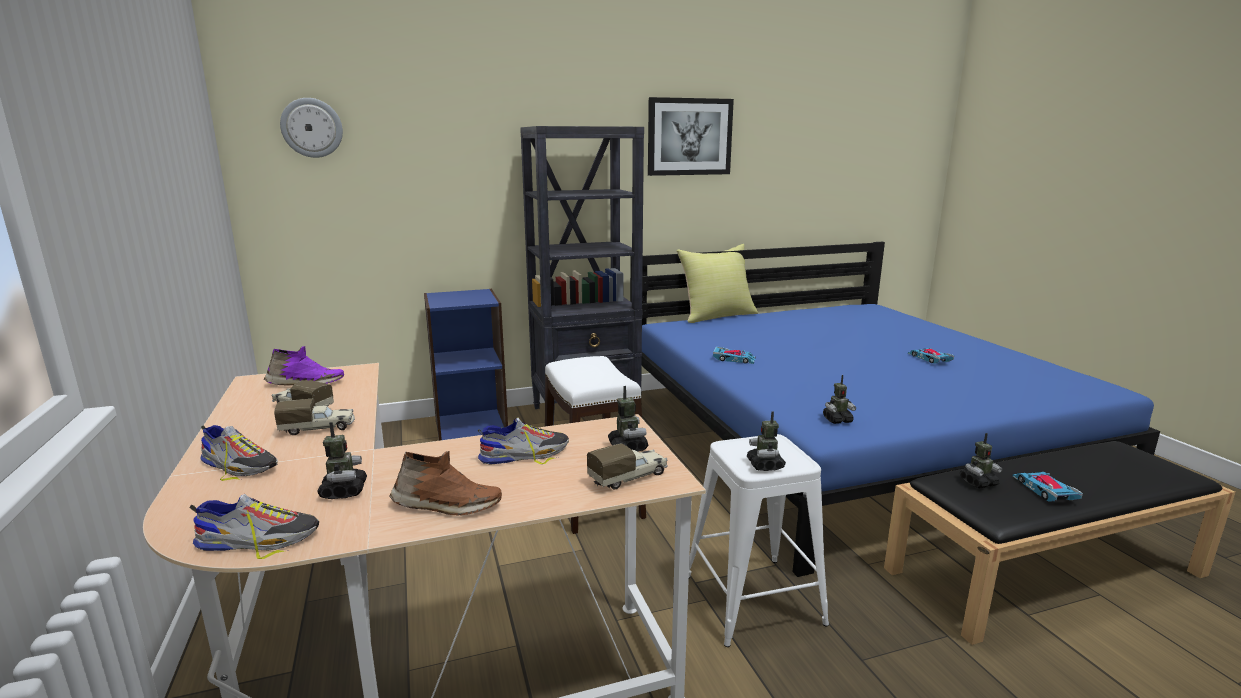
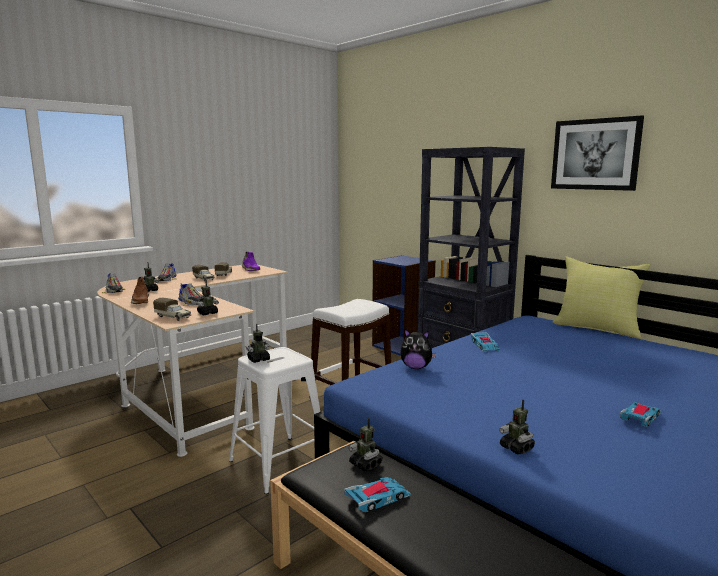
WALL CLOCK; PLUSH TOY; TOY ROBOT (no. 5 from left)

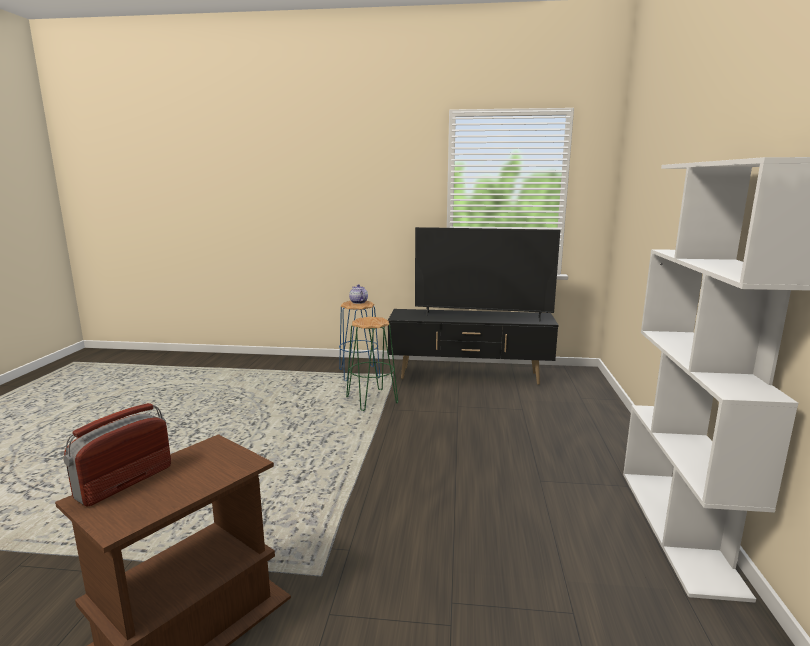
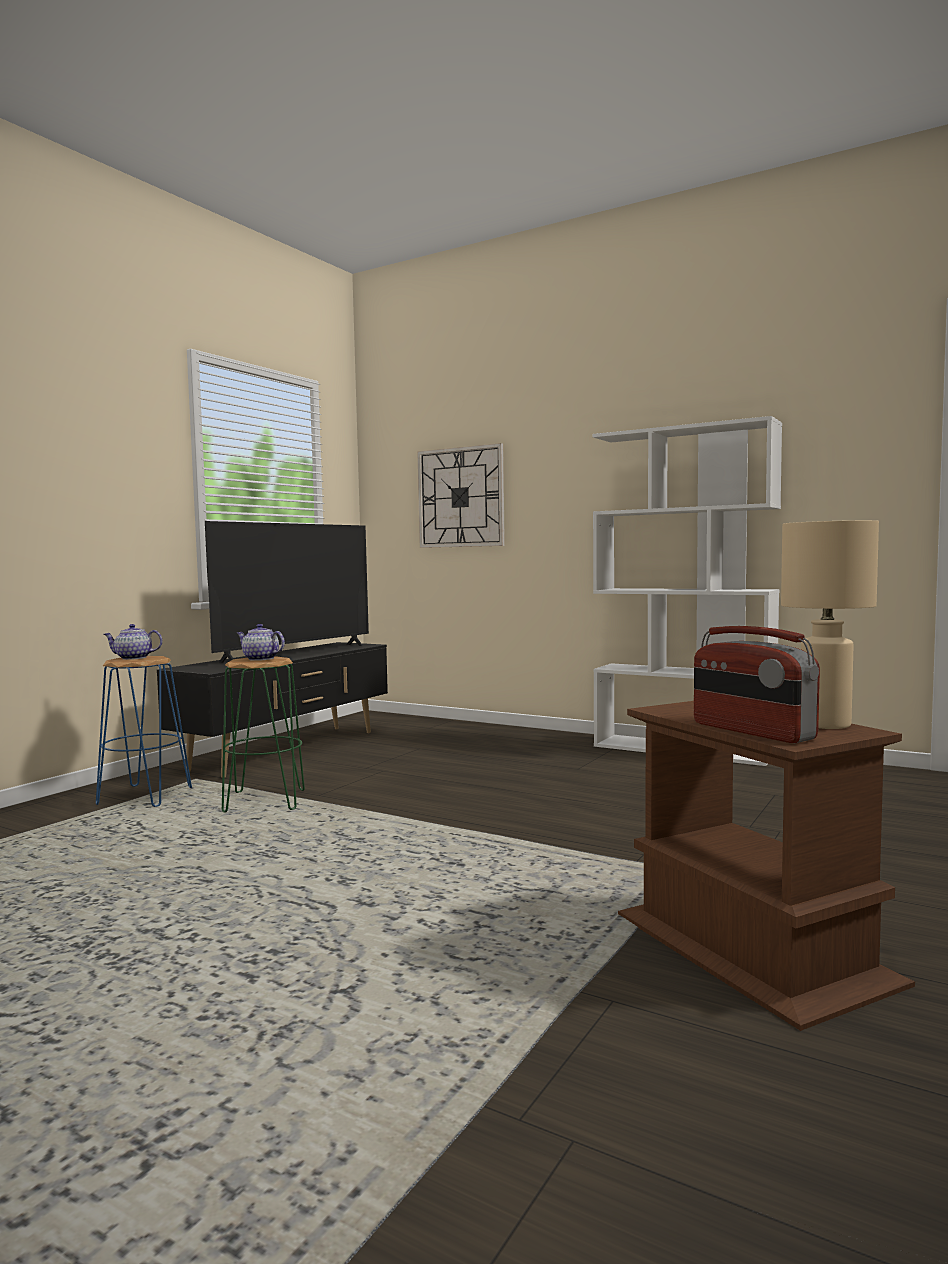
POT FOR TEA (no. 2 from left); WALL CLOCK; BEIGE-COLOURED TABLETOP LAMP

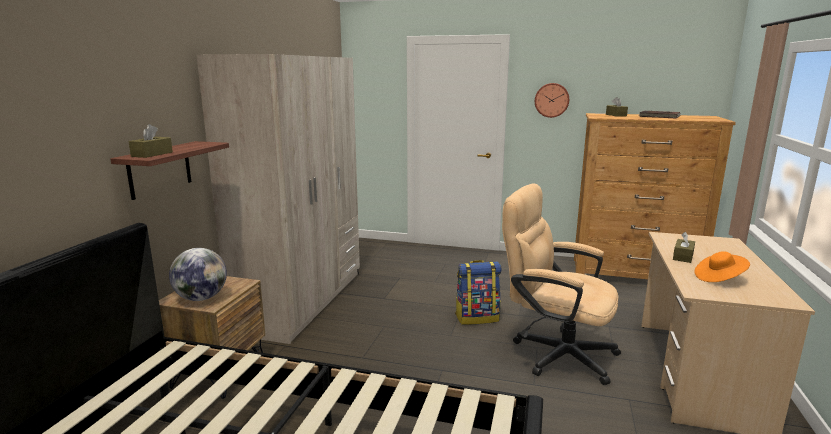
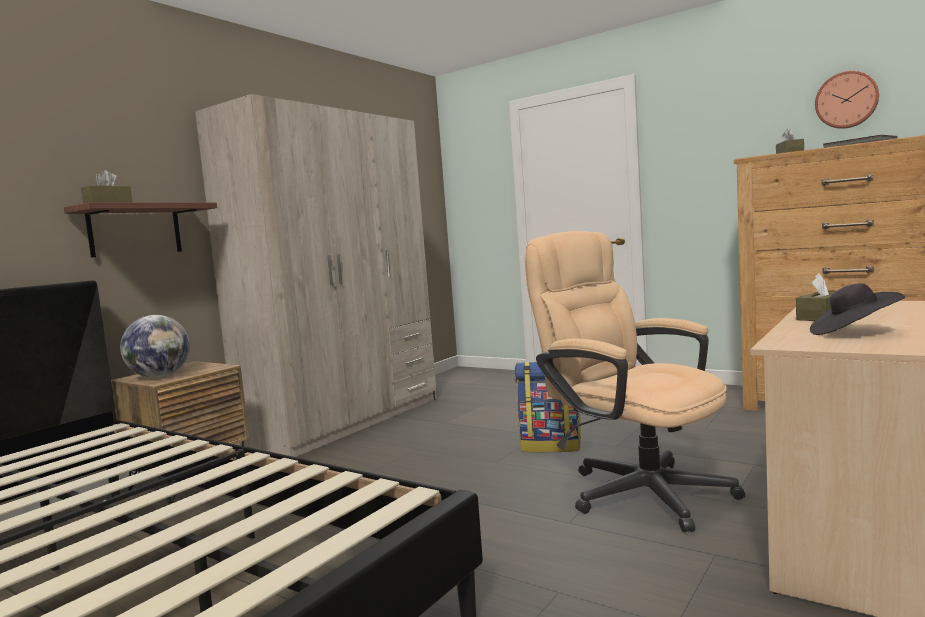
WALL CLOCK; BLACK-COLOURED HAT

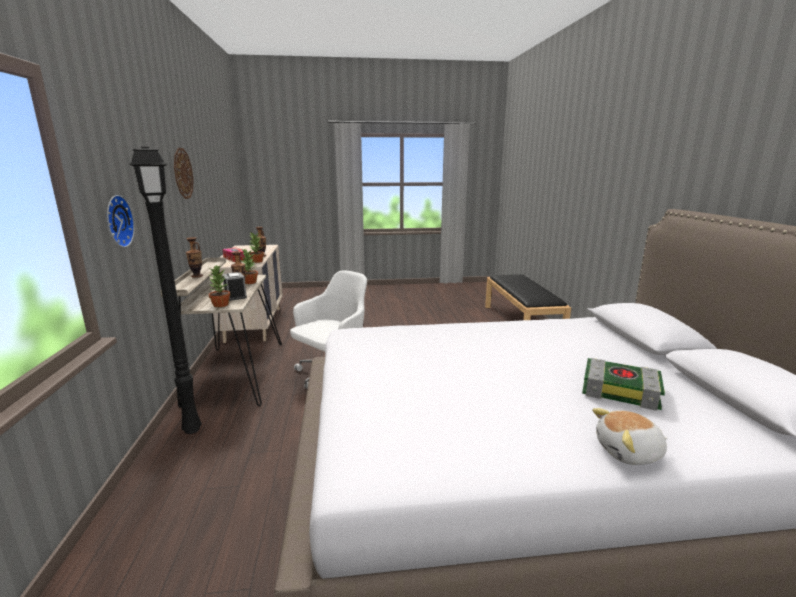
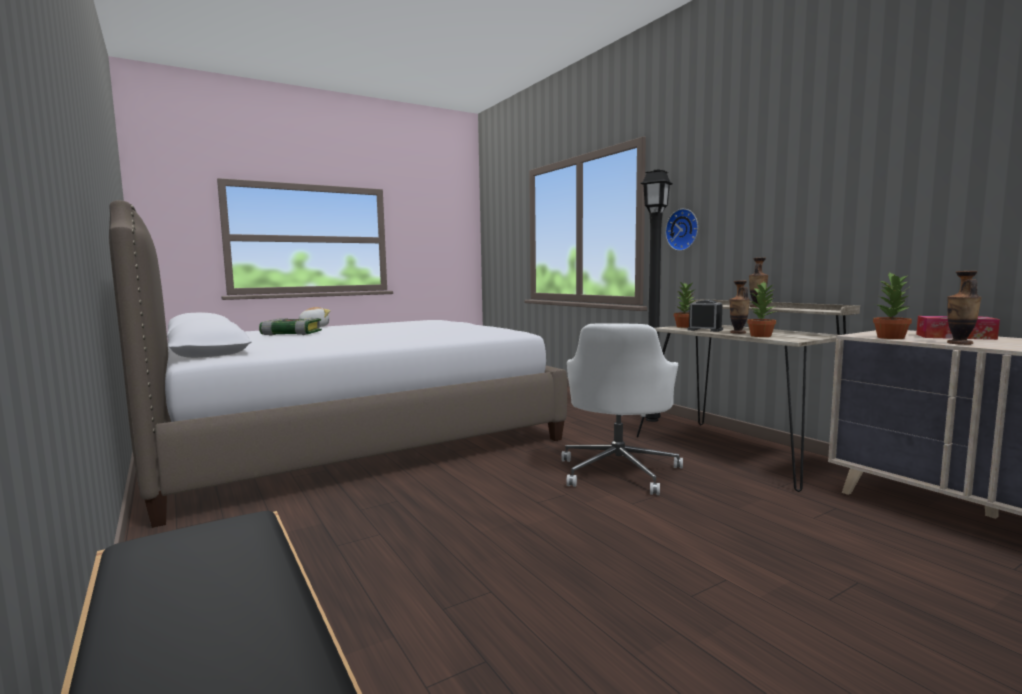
WALL CLOCK (no. 2 from left in the first image)

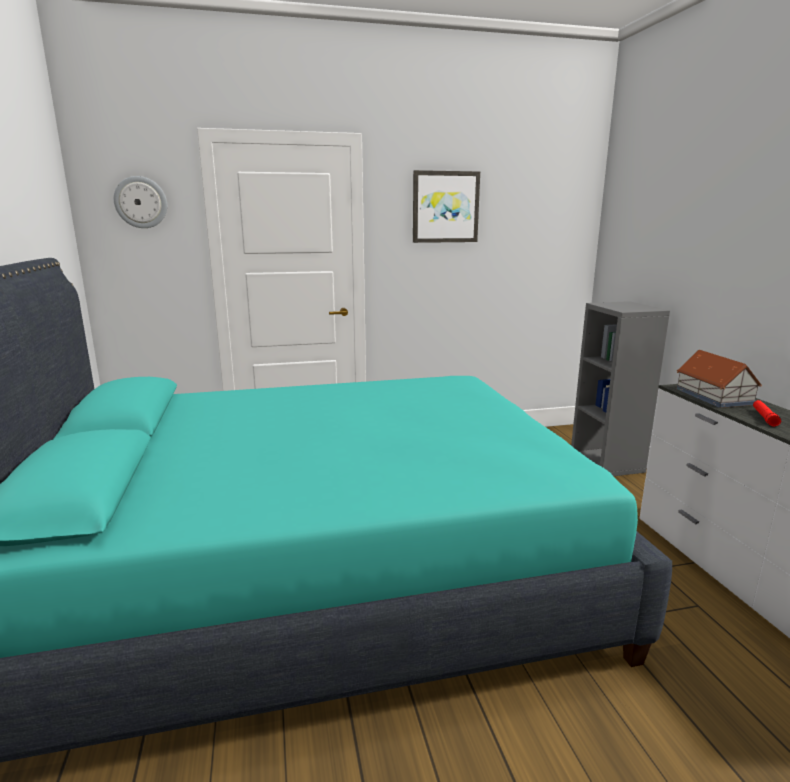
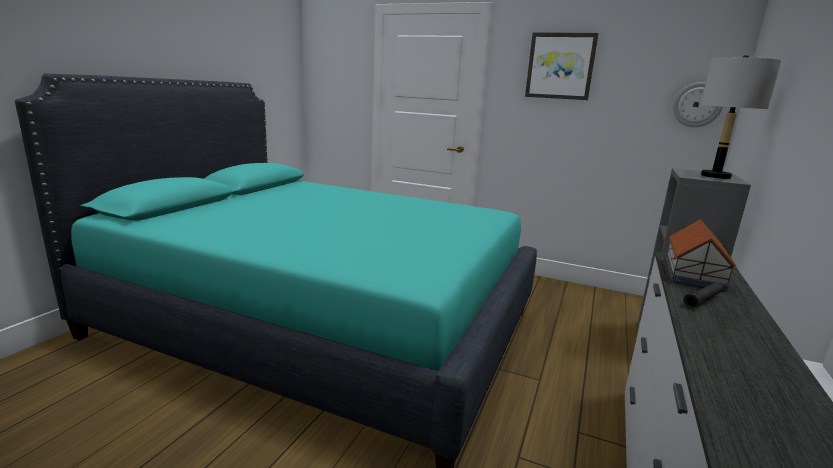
GREYISH TABLETOP LAMP; WALL CLOCK; BLACK-COLOURED FLASHLIGHT

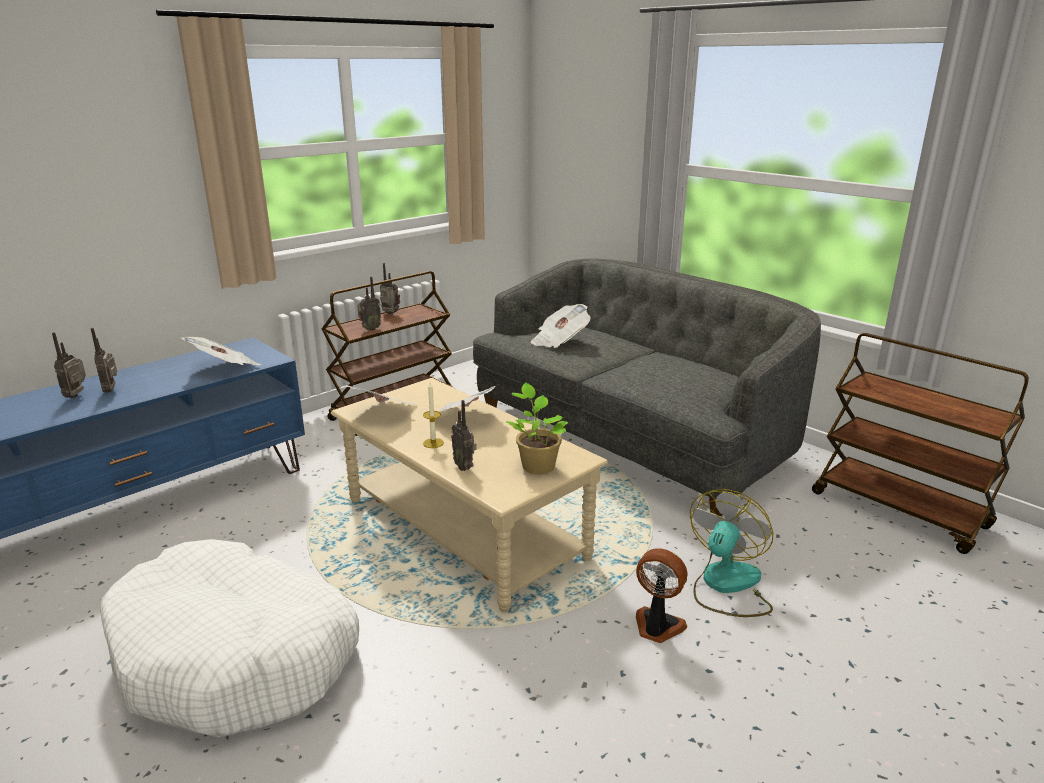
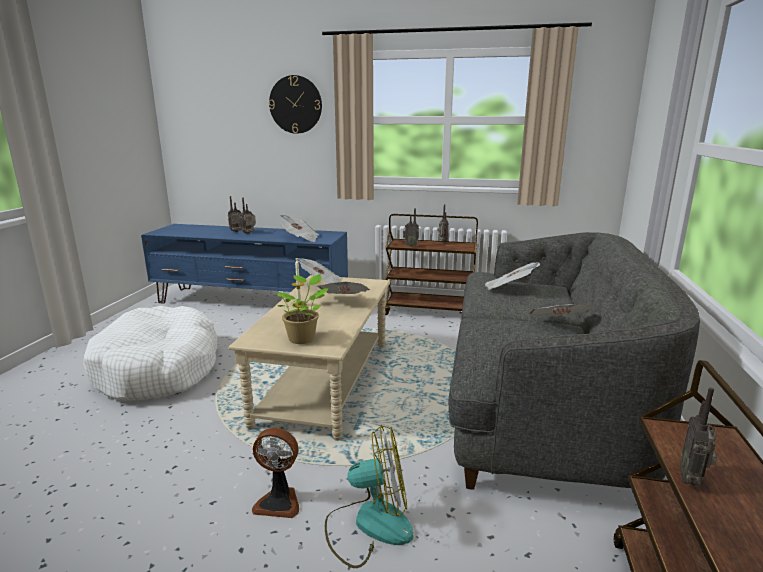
WALL CLOCK; NEWSPAPER (no. 5 from left); RADIO SET (no. 5 from left); ELECTRIC FAN (no. 1 from left)

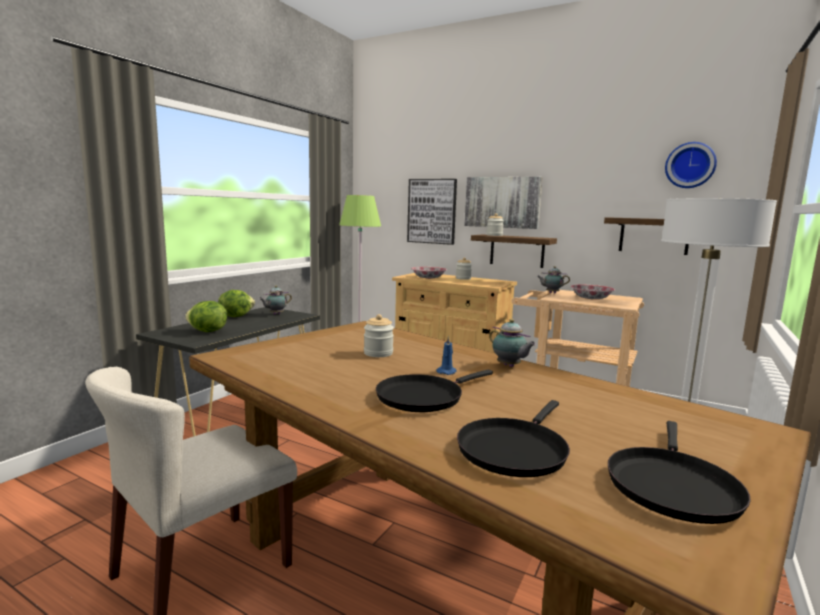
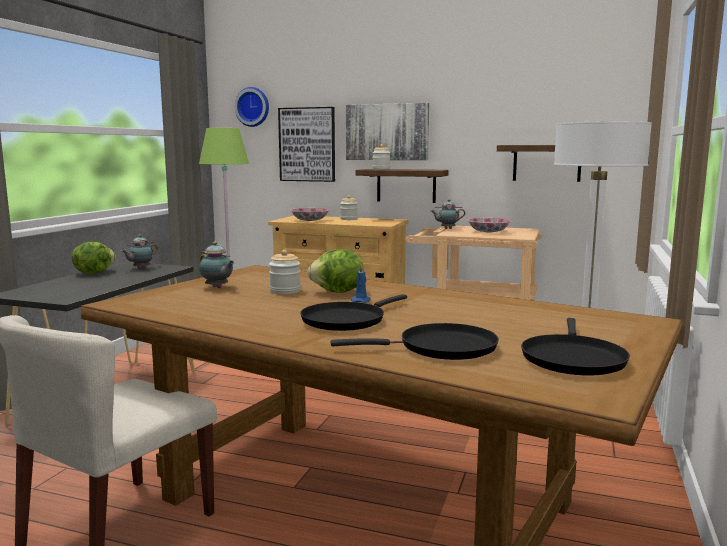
HEAD OF LETTUCE (no. 2 from left); POT FOR TEA (no. 2 from left); WALL CLOCK; BLACK-COLOURED SKILLET (no. 2 from left)

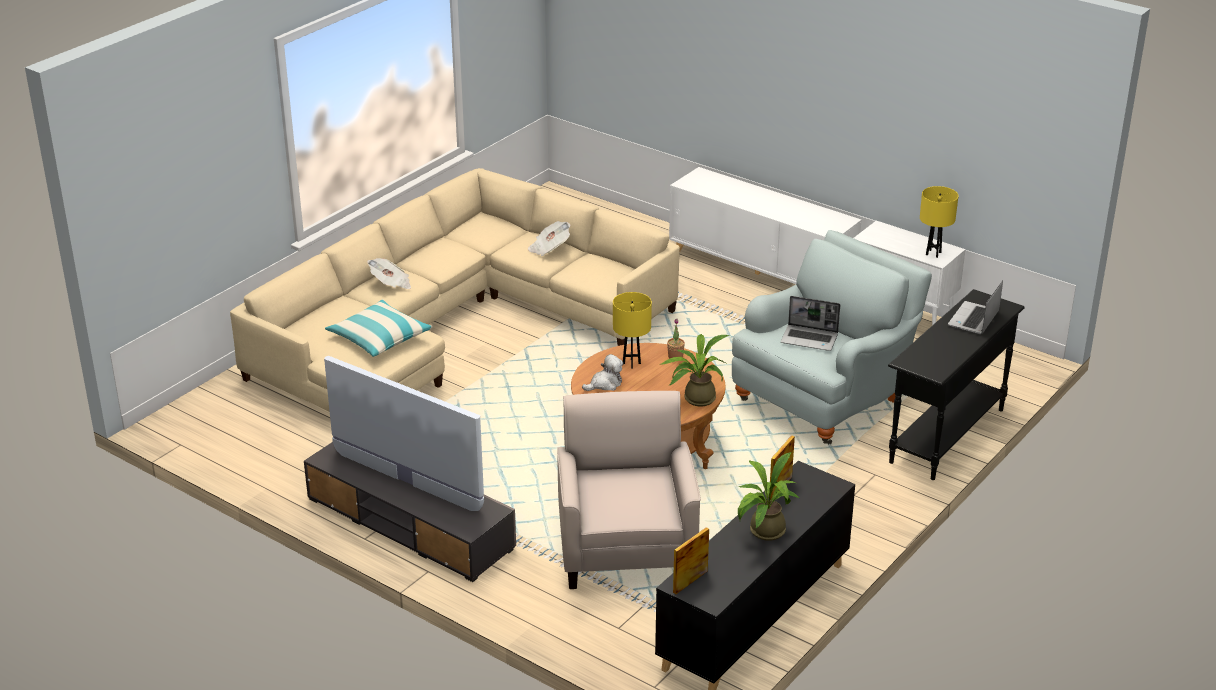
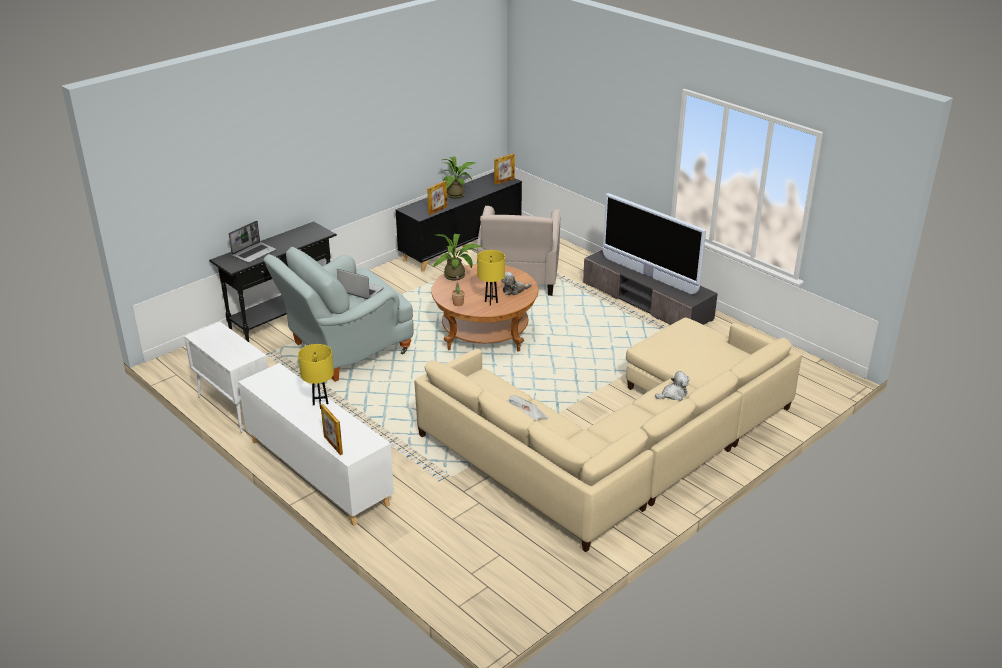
PILLOW; PICTURE FRAME (no. 1 from left); YELLOW TABLETOP LAMP (no. 1 from left); PLUSH TOY (no. 2 from left)

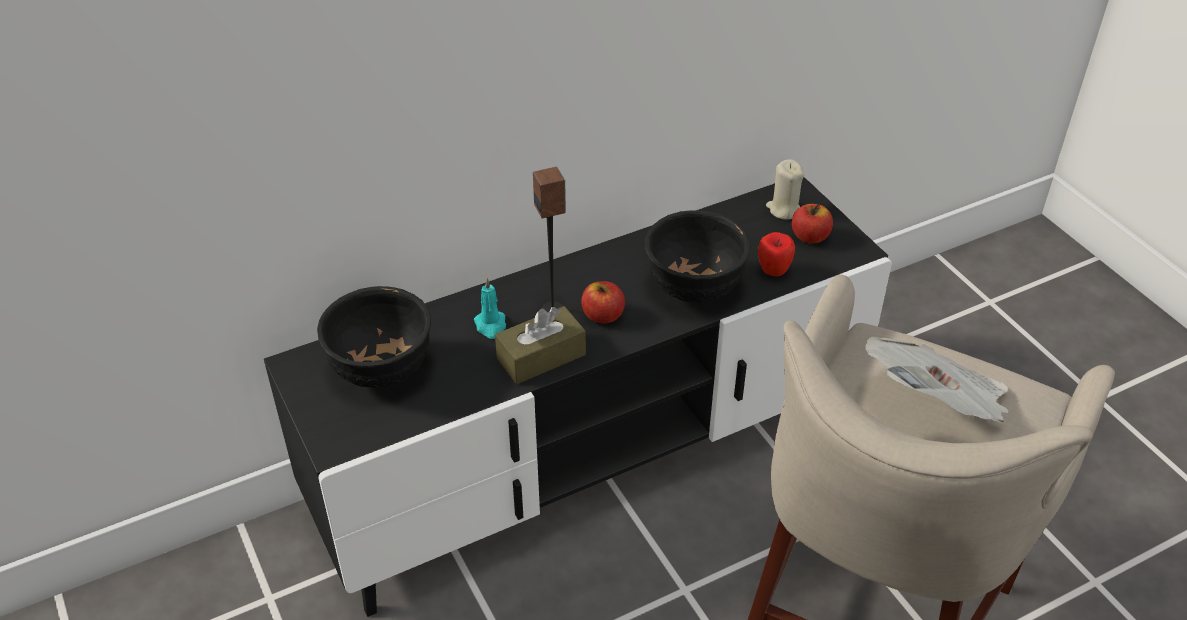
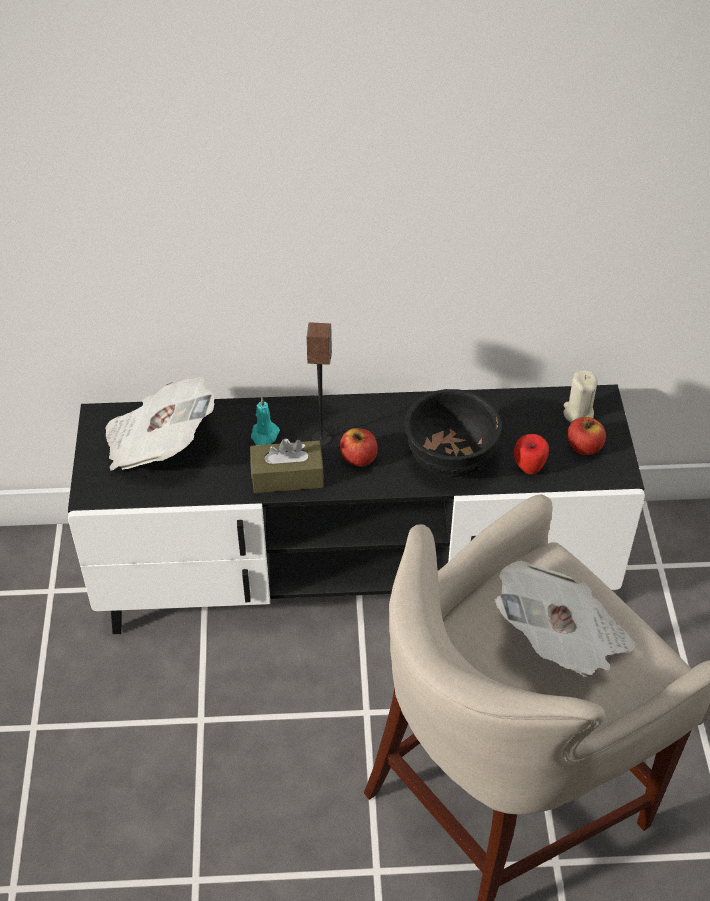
NEWSPAPER (no. 1 from left)

